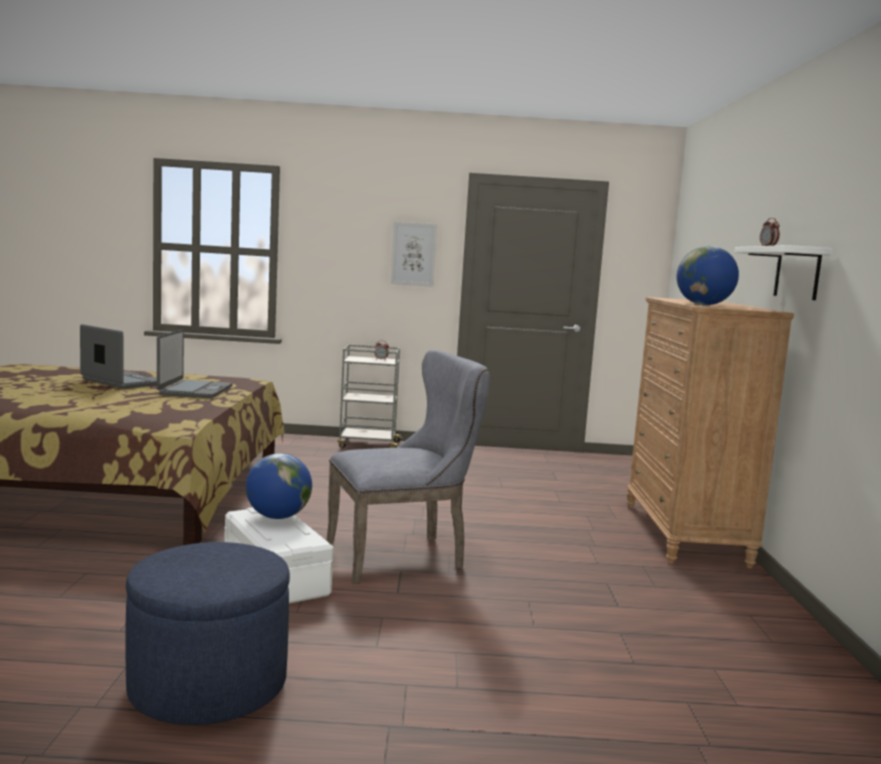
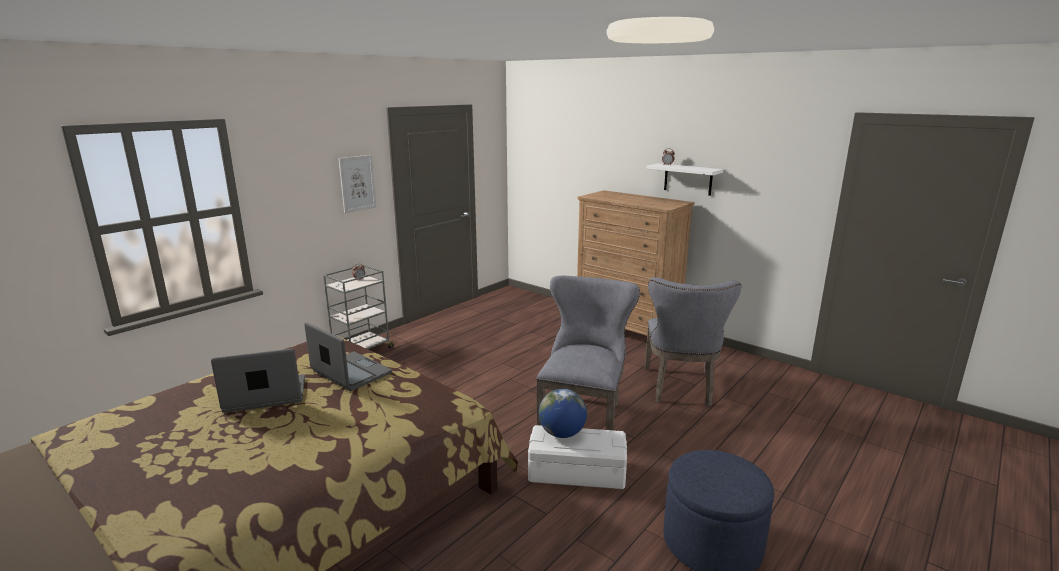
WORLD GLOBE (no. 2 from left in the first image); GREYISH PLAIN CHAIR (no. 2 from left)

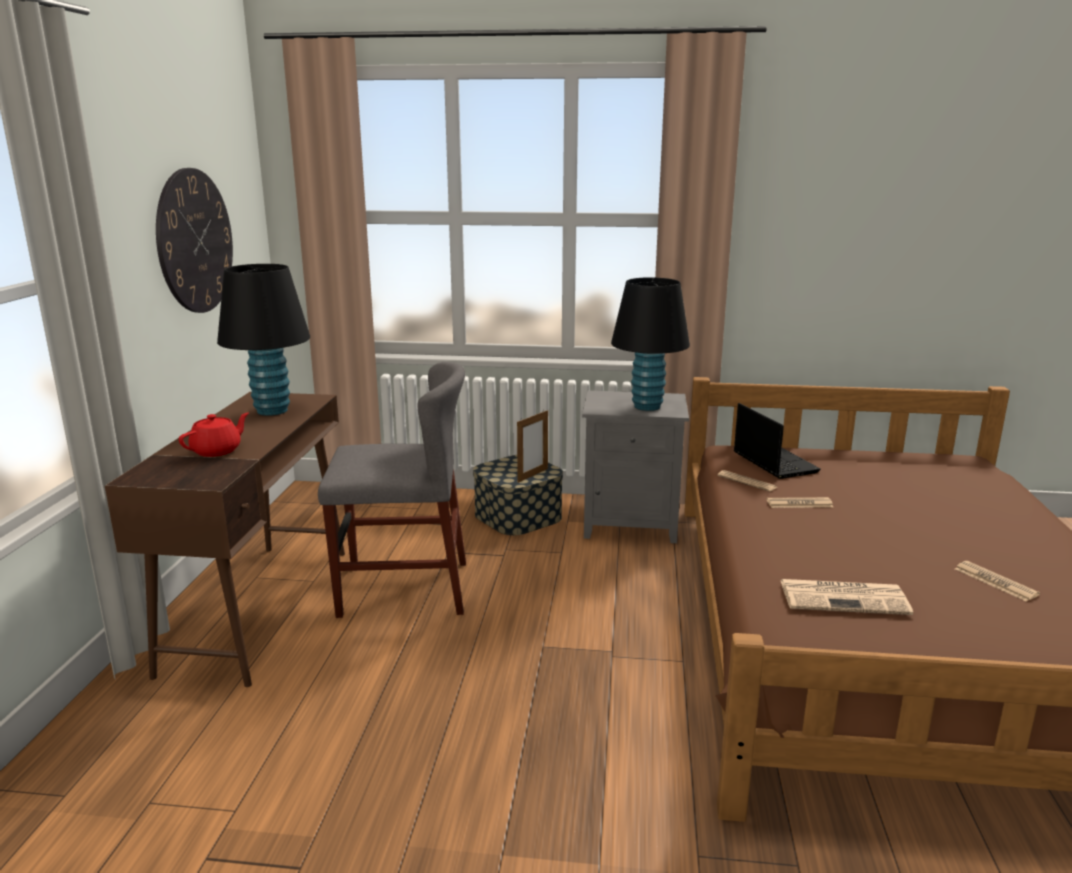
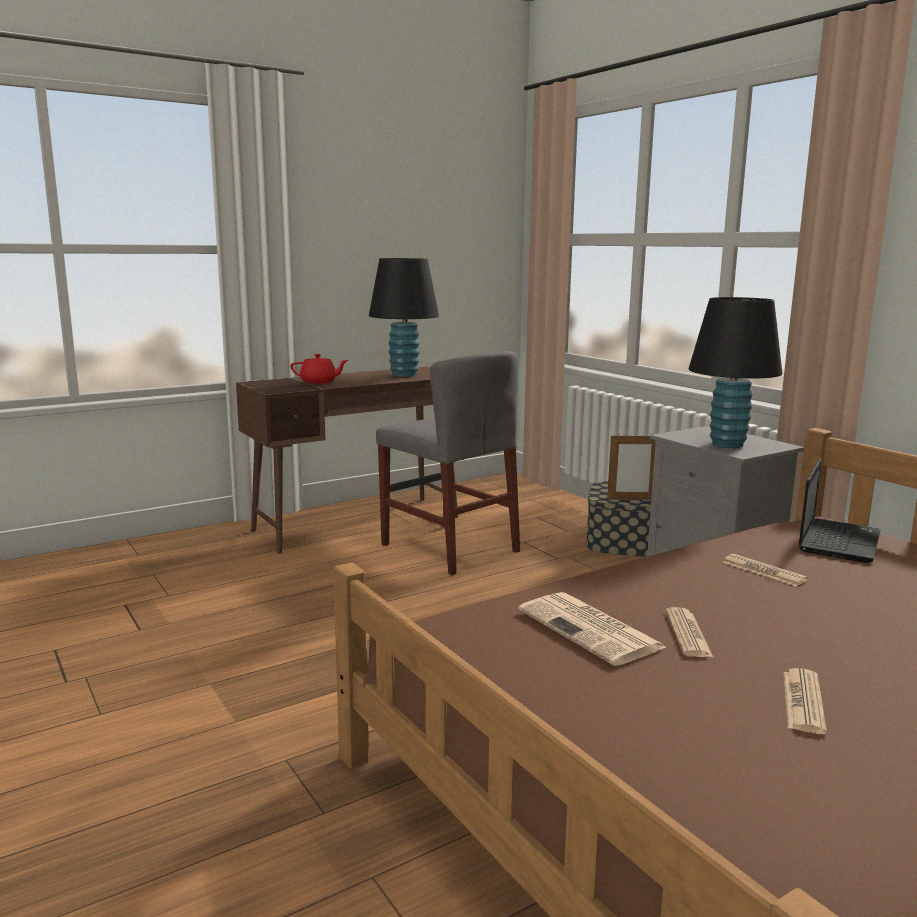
WALL CLOCK; NEWSPAPER (no. 2 from left)

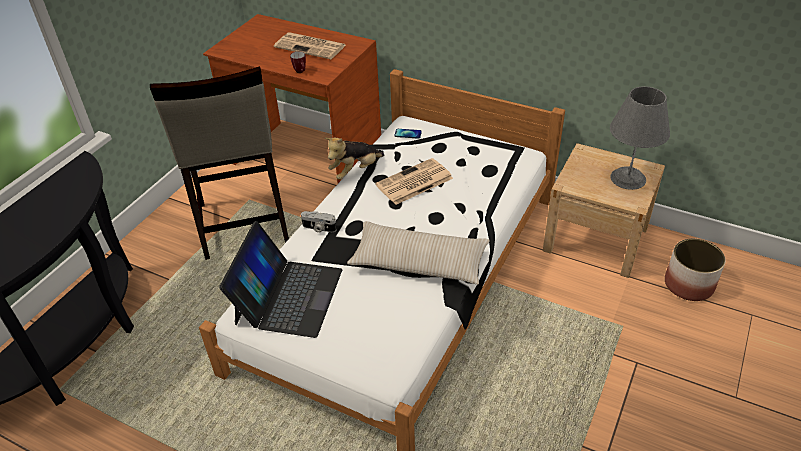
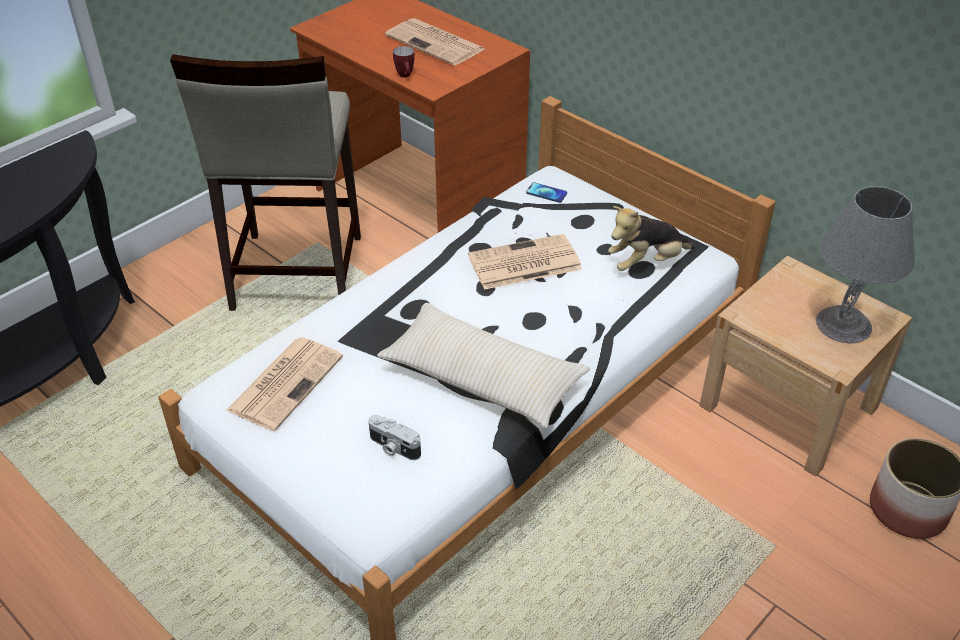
PHOTO CAMERA; PLUSH TOY; NEWSPAPER (no. 1 from left)

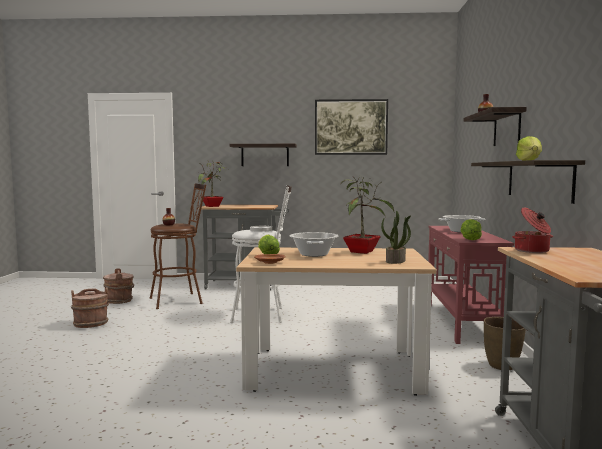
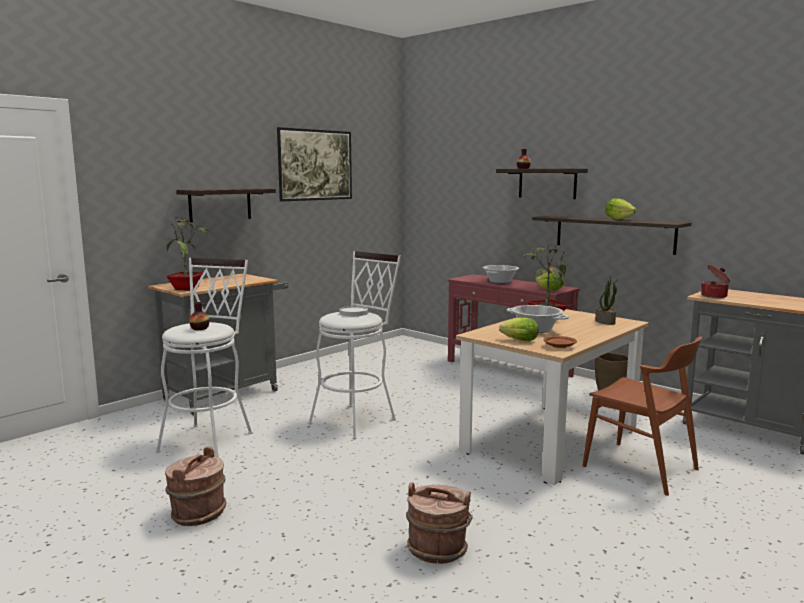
BROWNISH PLAIN CHAIR; BROWNISH BUCKET (no. 2 from left); WHITE STOOL SEAT (no. 1 from left)

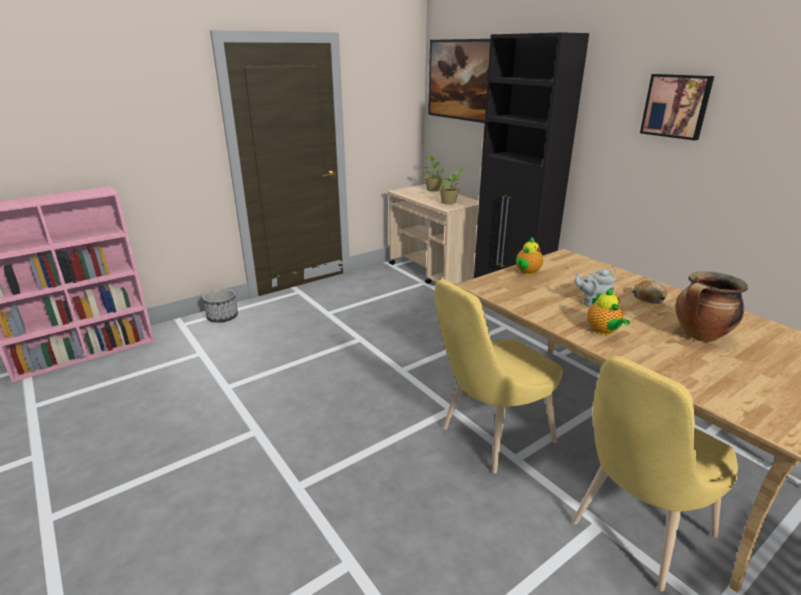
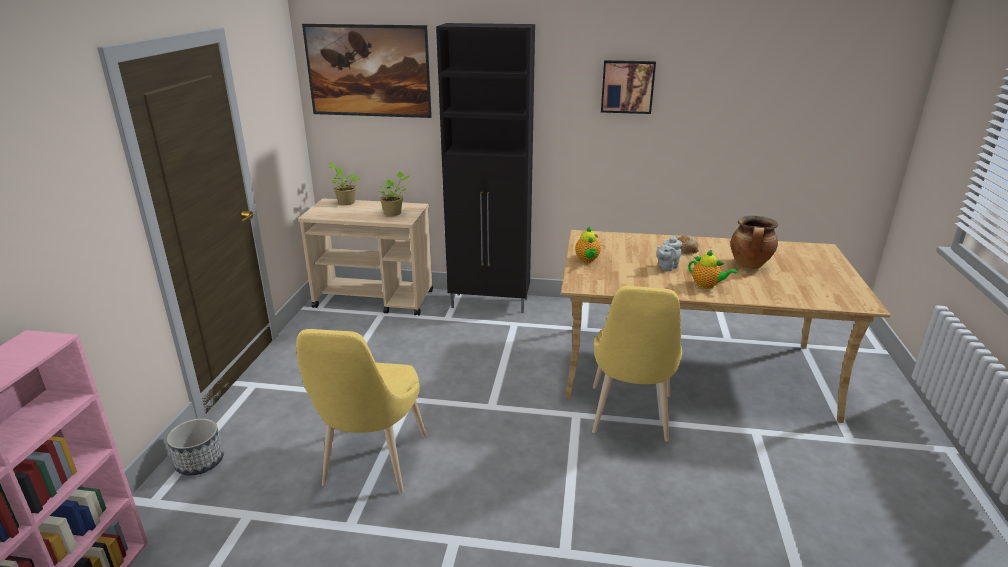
YELLOW PLAIN CHAIR (no. 1 from left)

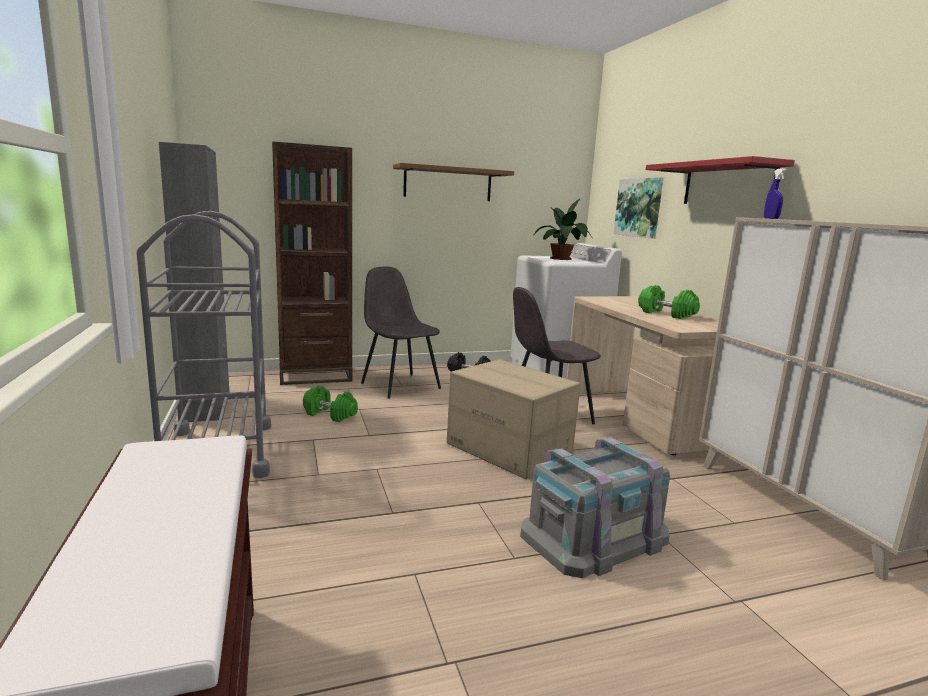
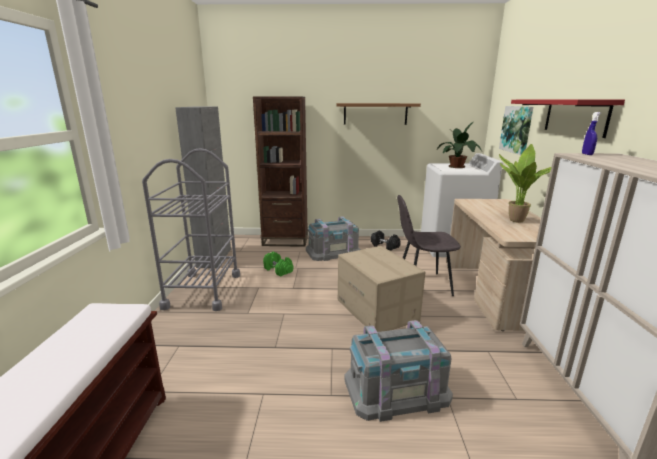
GREYISH STORAGE BIN (no. 1 from left); HOUSEPLANT (no. 2 from left)

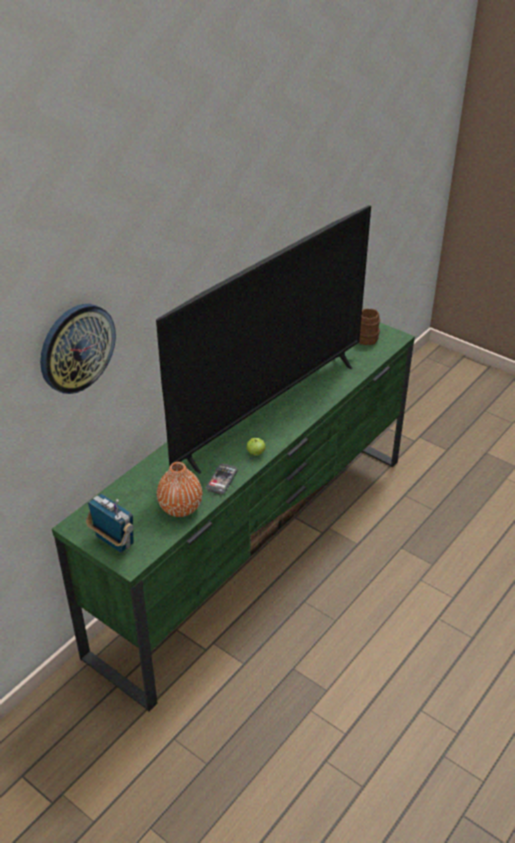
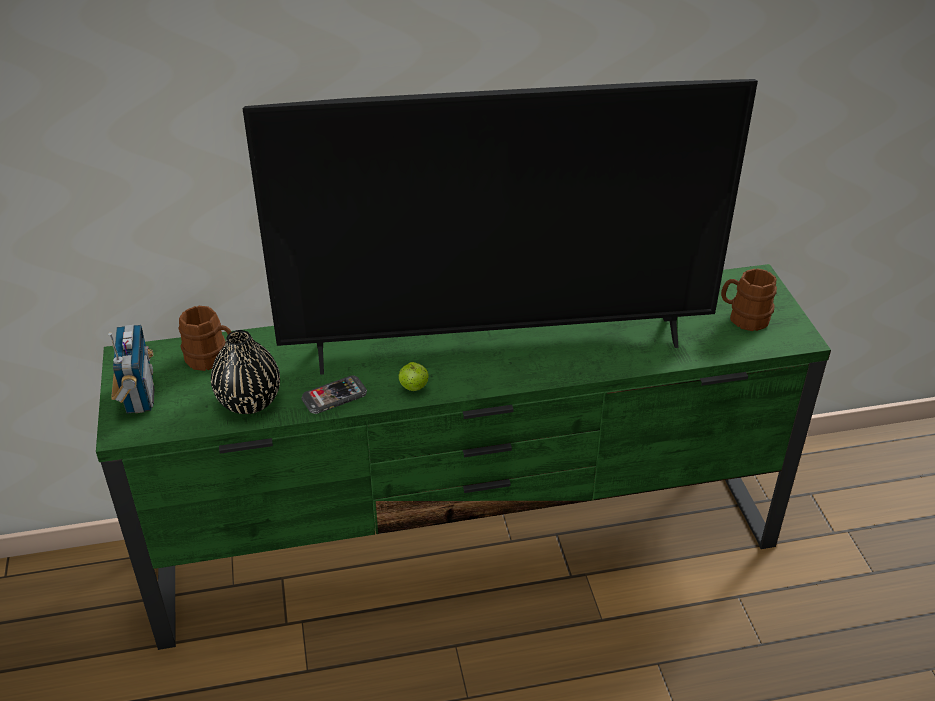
WALL CLOCK; BROWNISH COFFEE MUG (no. 1 from left); BLACK-COLOURED VASE

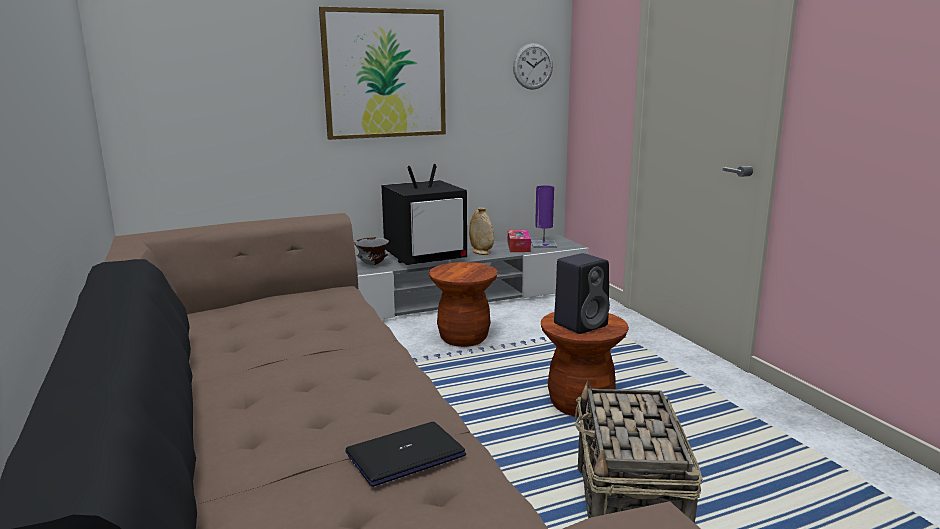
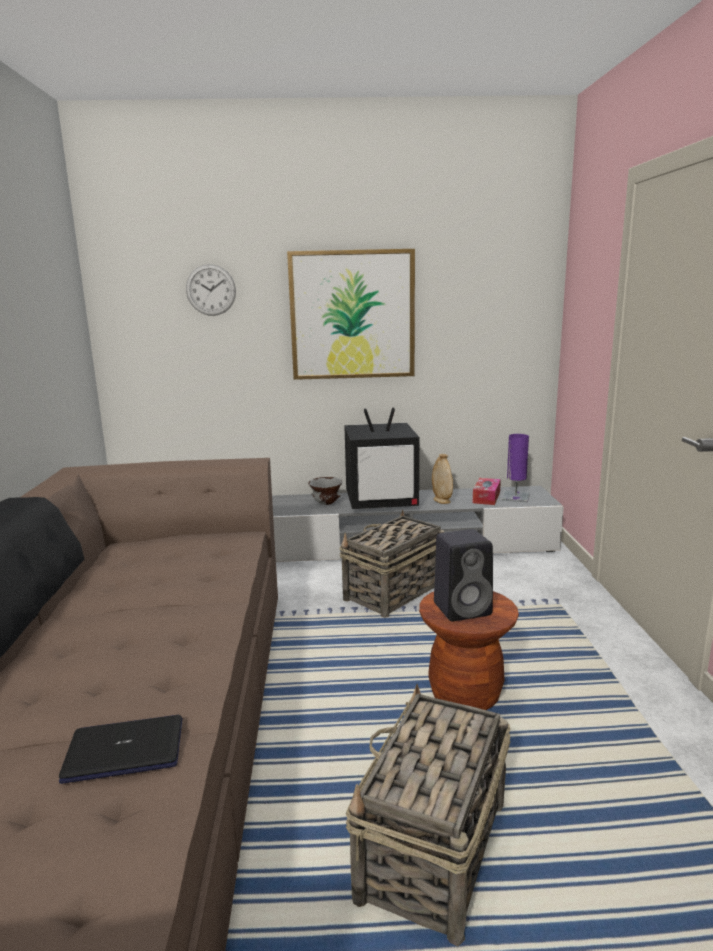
WALL CLOCK; STORAGE BASKET (no. 1 from left)

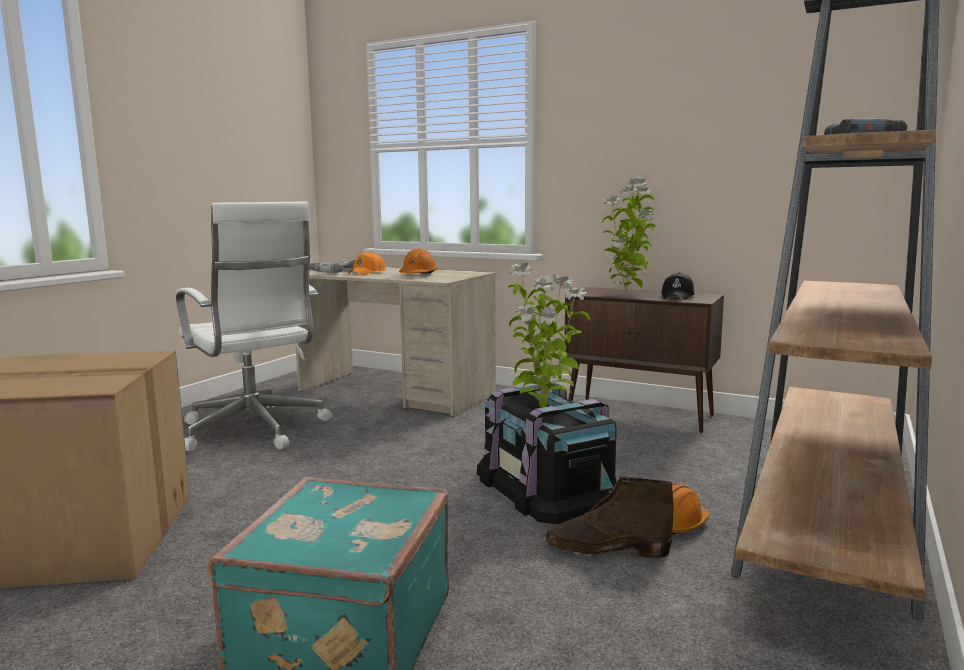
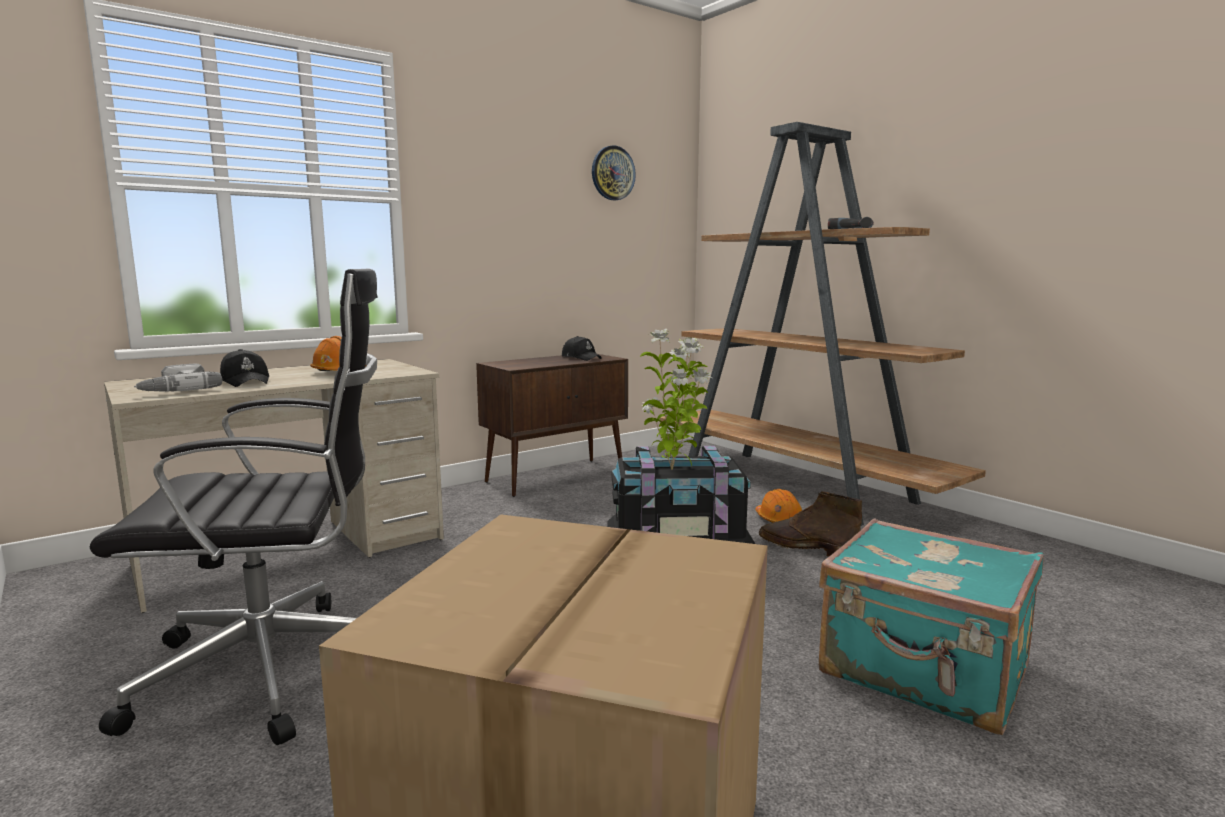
HOUSEPLANT (no. 2 from left in the first image); WALL CLOCK; BLACK-COLOURED OFFICE CHAIR; BLACK-COLOURED CAP (no. 1 from left); BROWNISH TALL BOOT

